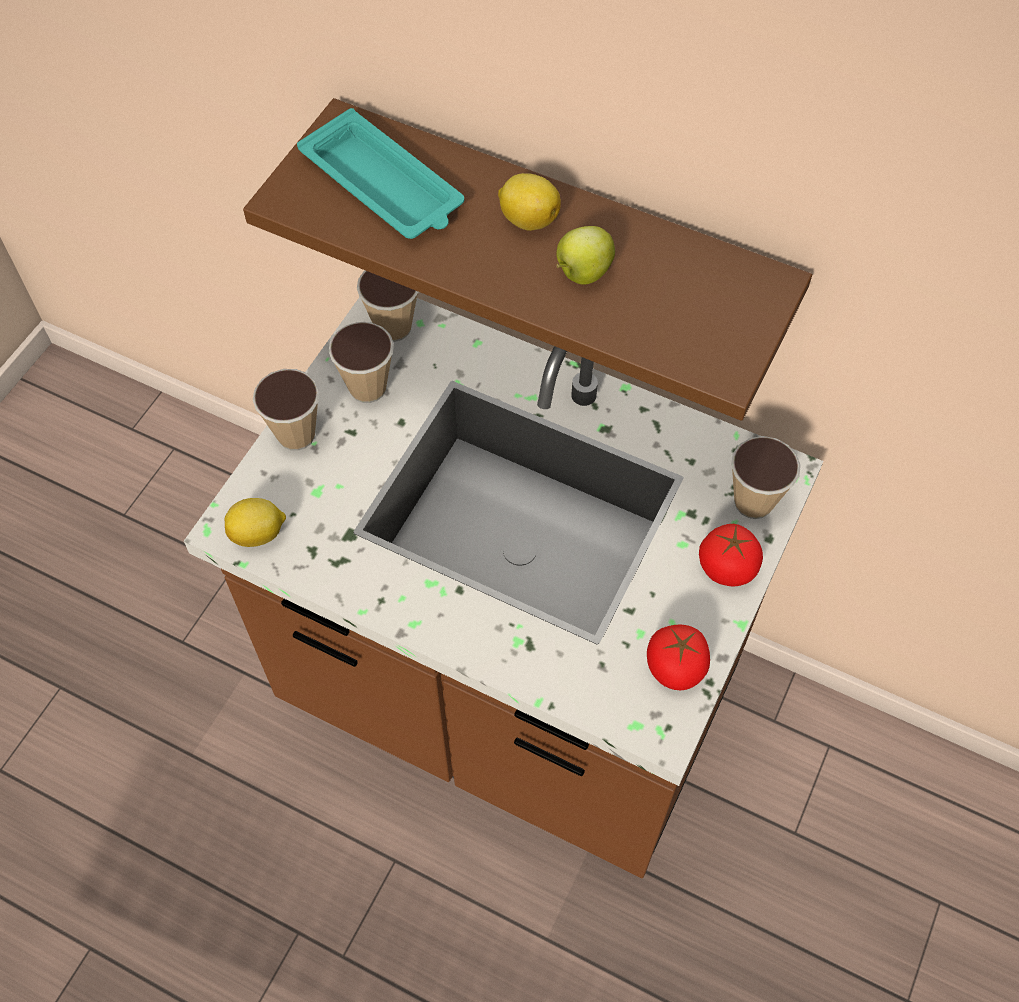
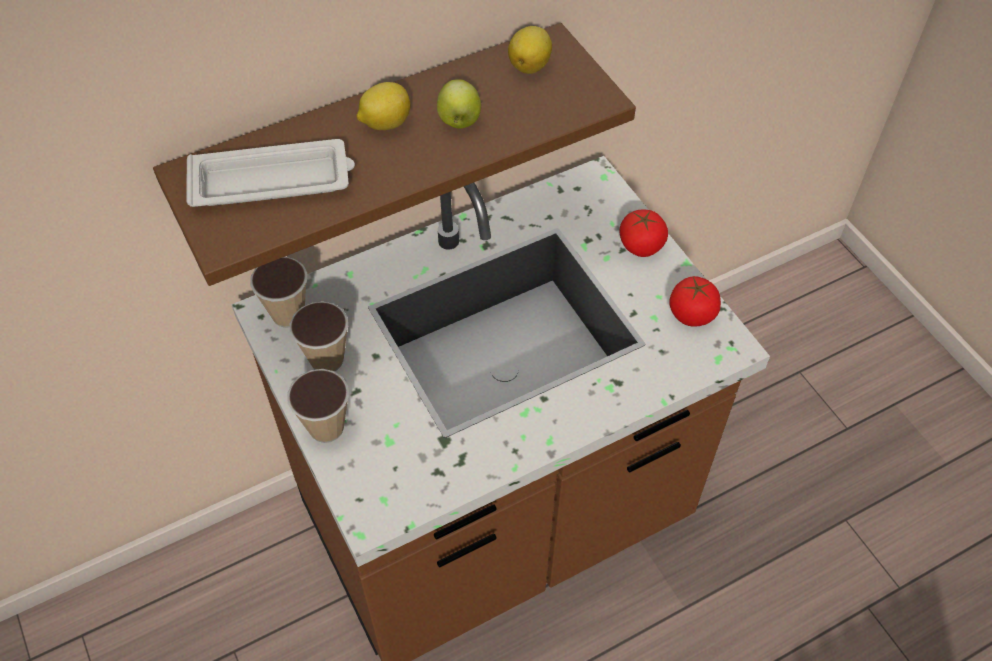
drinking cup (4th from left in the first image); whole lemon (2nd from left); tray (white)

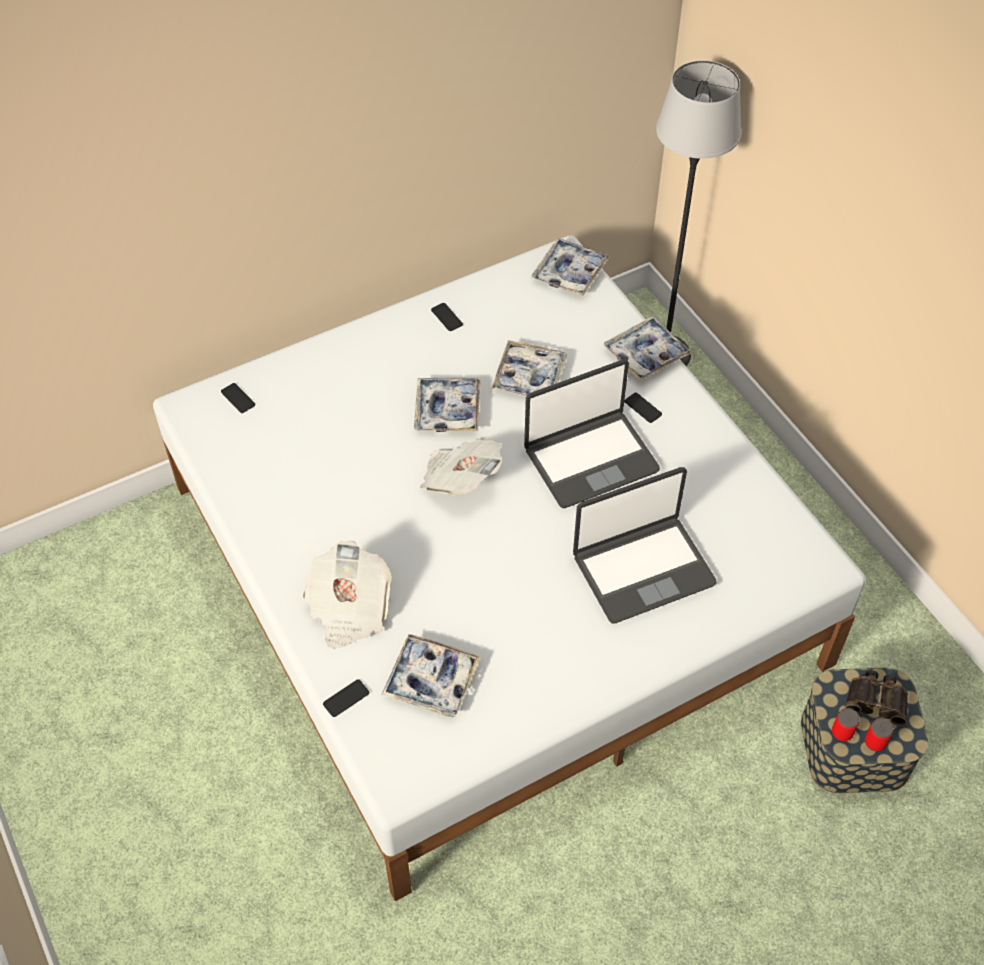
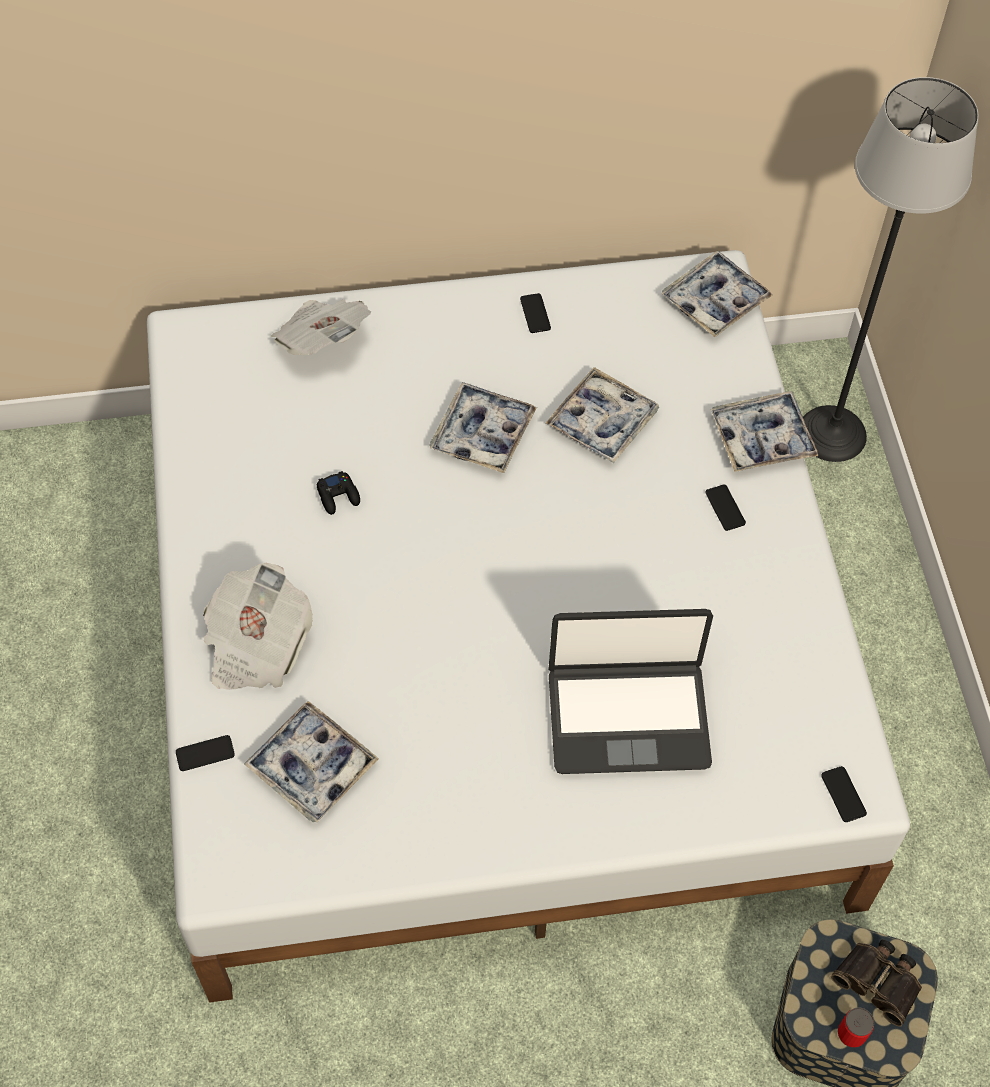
laptop (1st from left in the first image); metal can (1st from left in the first image); gamepad (black); telephone (4th from left); printed paper (2nd from left)

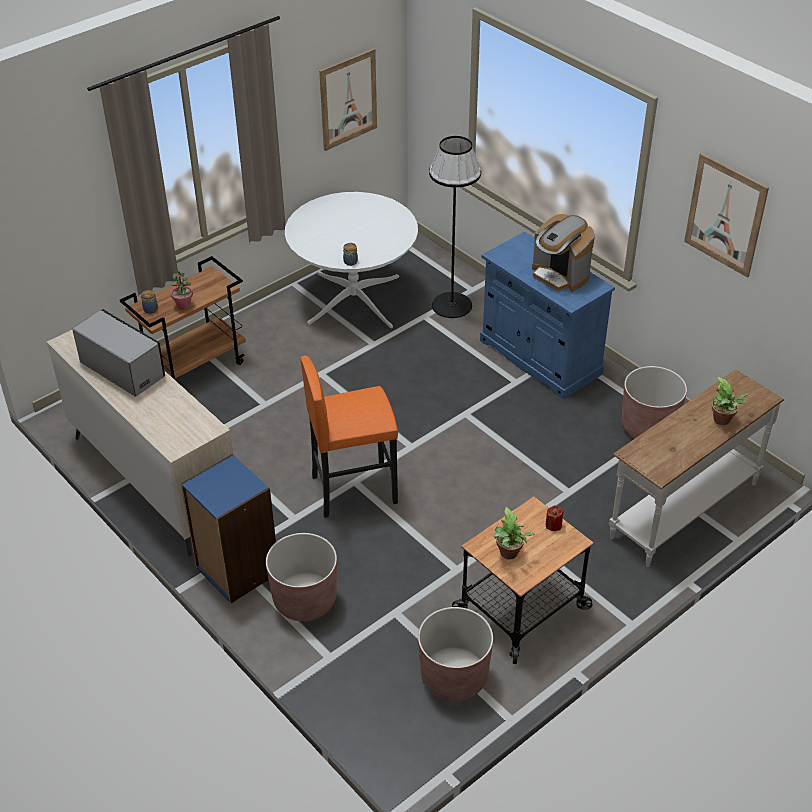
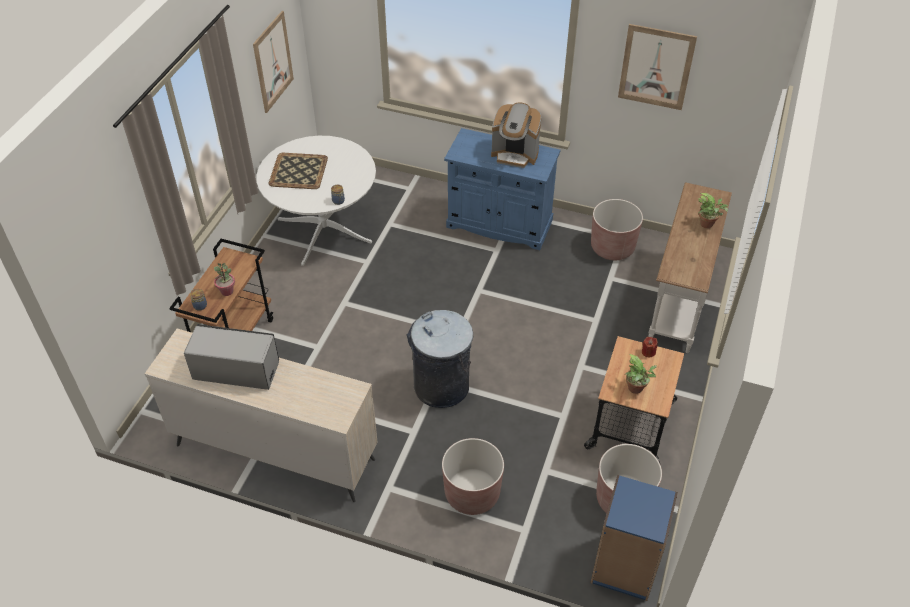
floor lamp (black); tray; bookshelf (blue); trash can (grey)

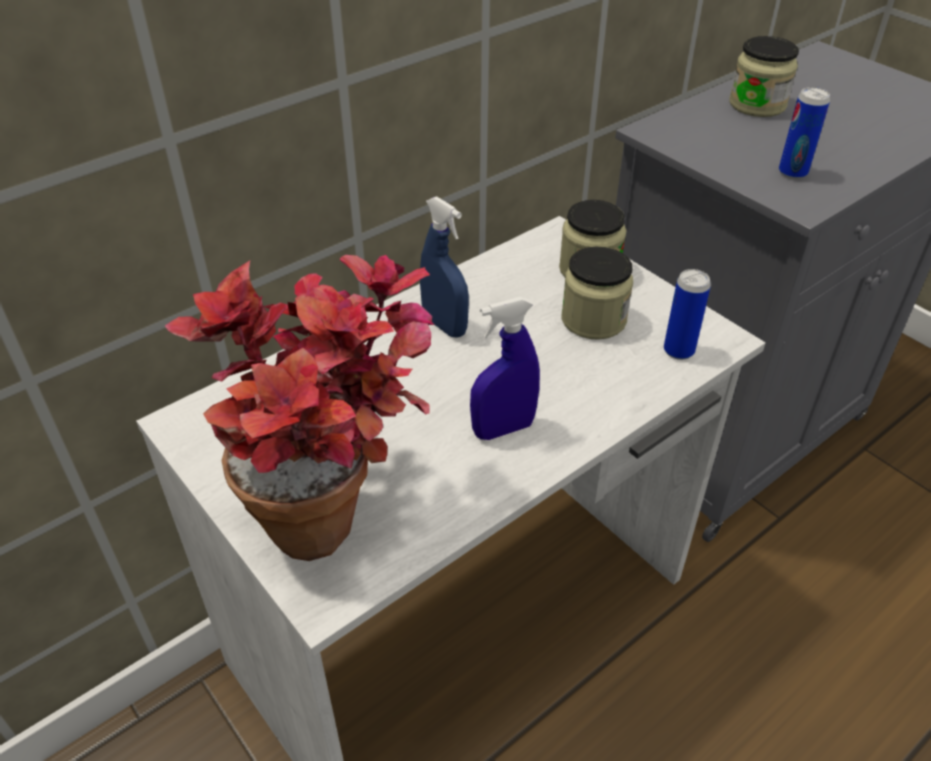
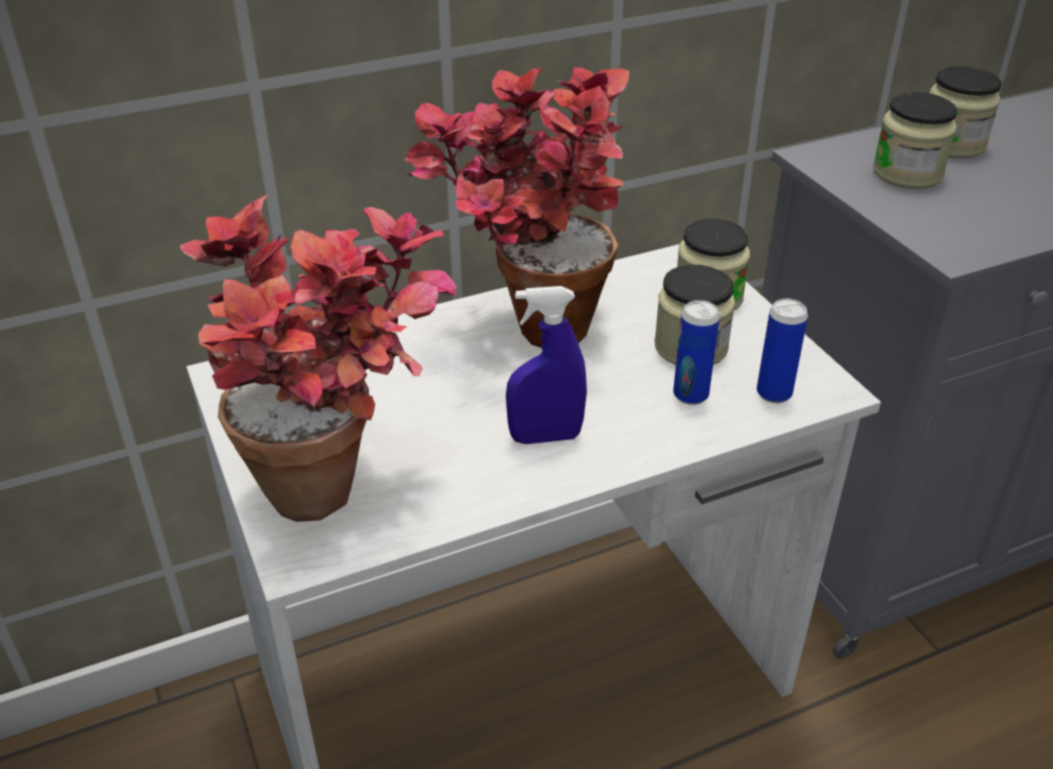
jar (3rd from left); metal can (1st from left); plant in a pot (2nd from left)

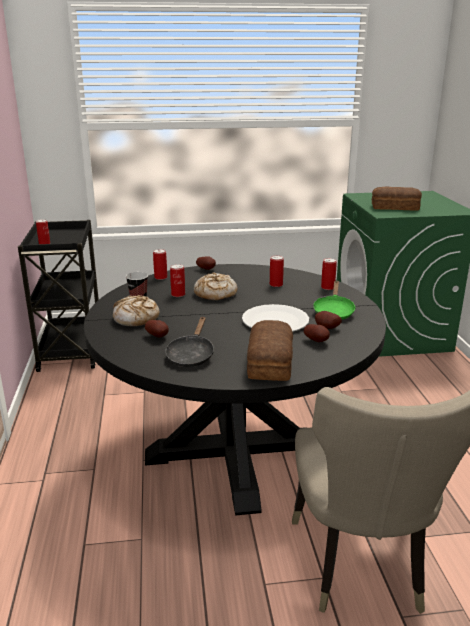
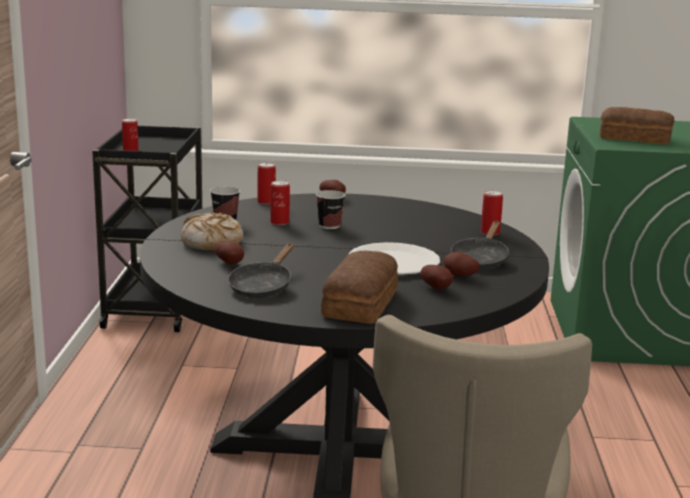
metal can (4th from left in the first image); drinking cup (2nd from left); pan (black) (2nd from left)

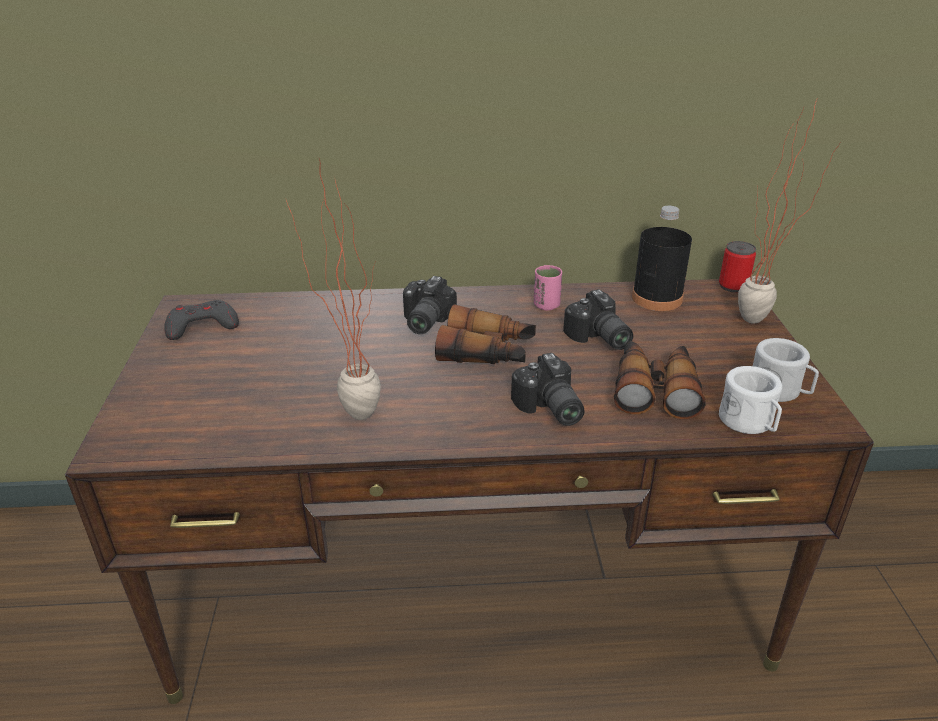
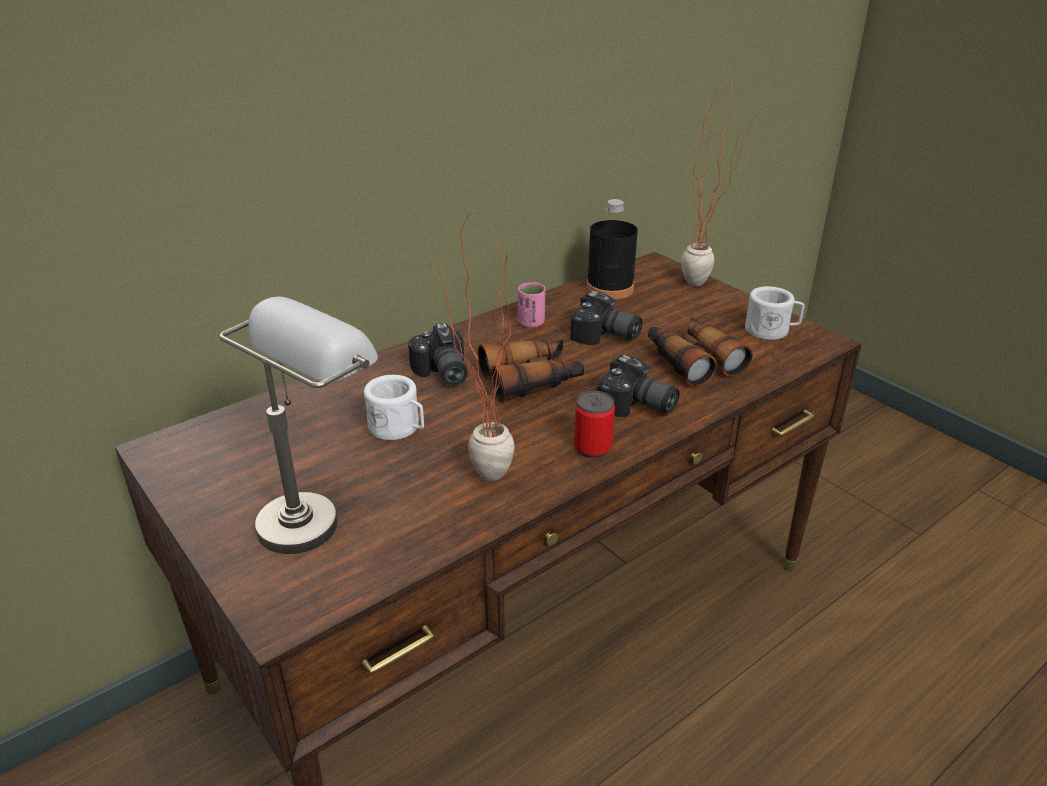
gamepad (grey); lamp for a table (grey); metal can; mug (white) (1st from left)

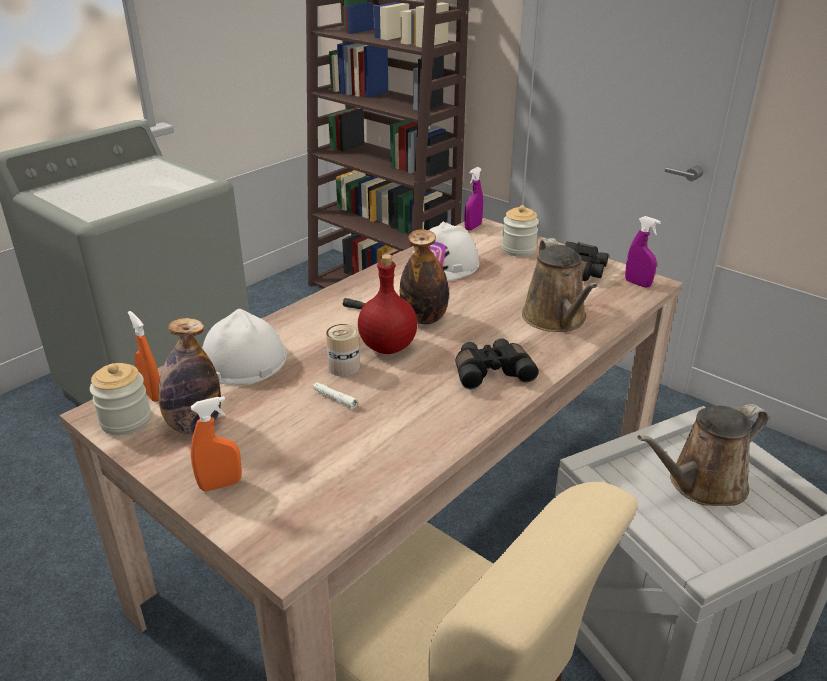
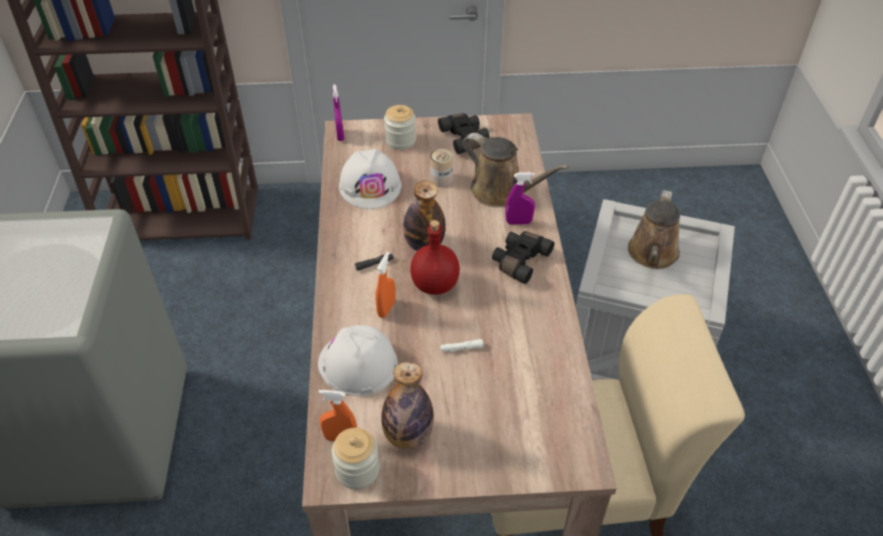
hand sprayer (orangey) (2nd from left); metal can; hand sprayer (purple-coloured) (2nd from left)

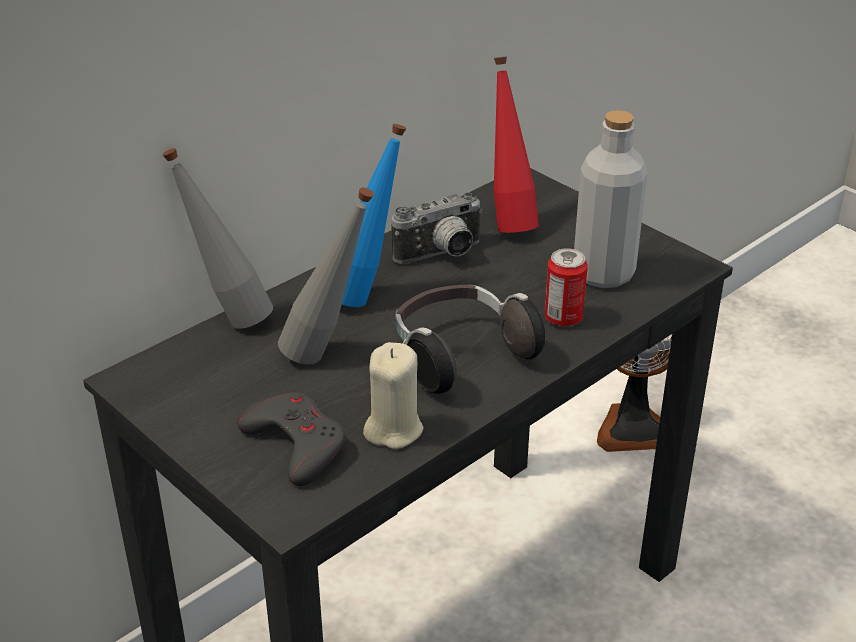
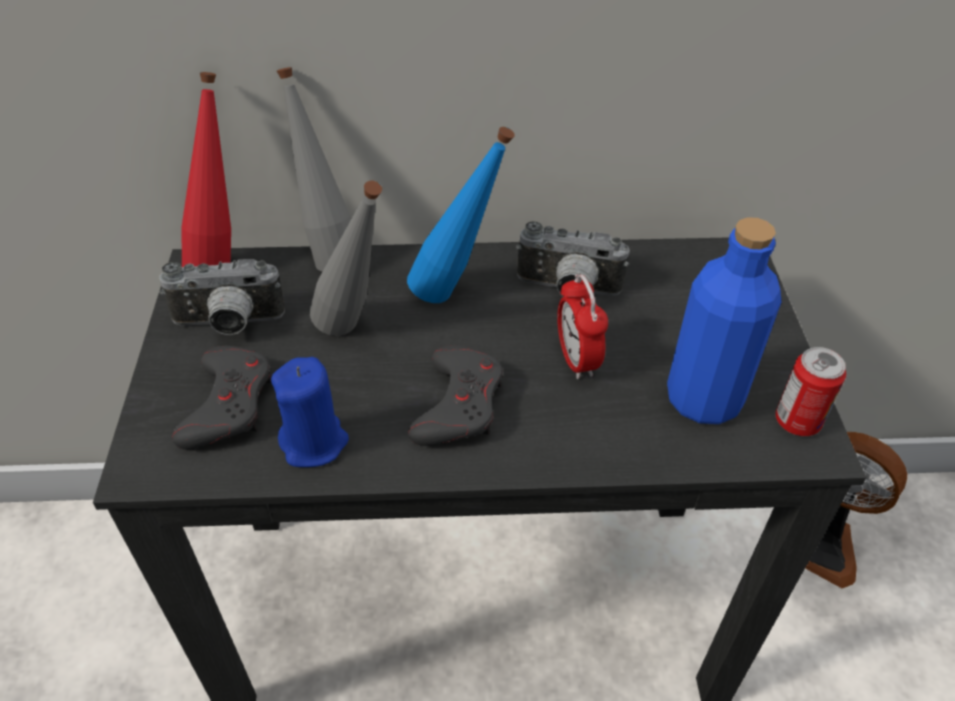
photo camera (1st from left); table clock; beverage bottle (red); metal can; gamepad (grey) (2nd from left); wax light (blue); beverage bottle (blue) (2nd from left)

